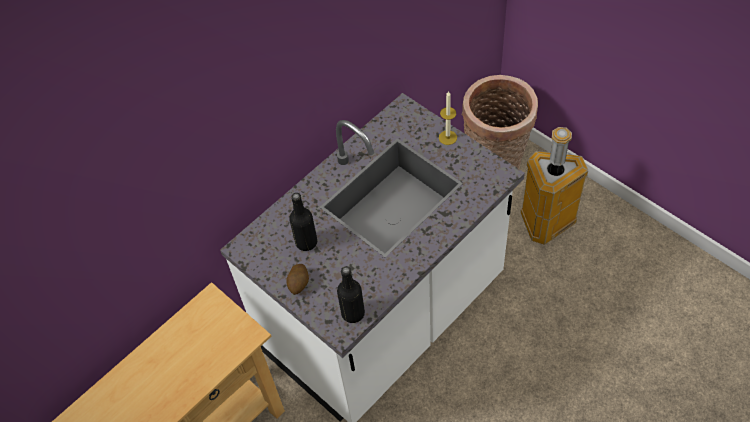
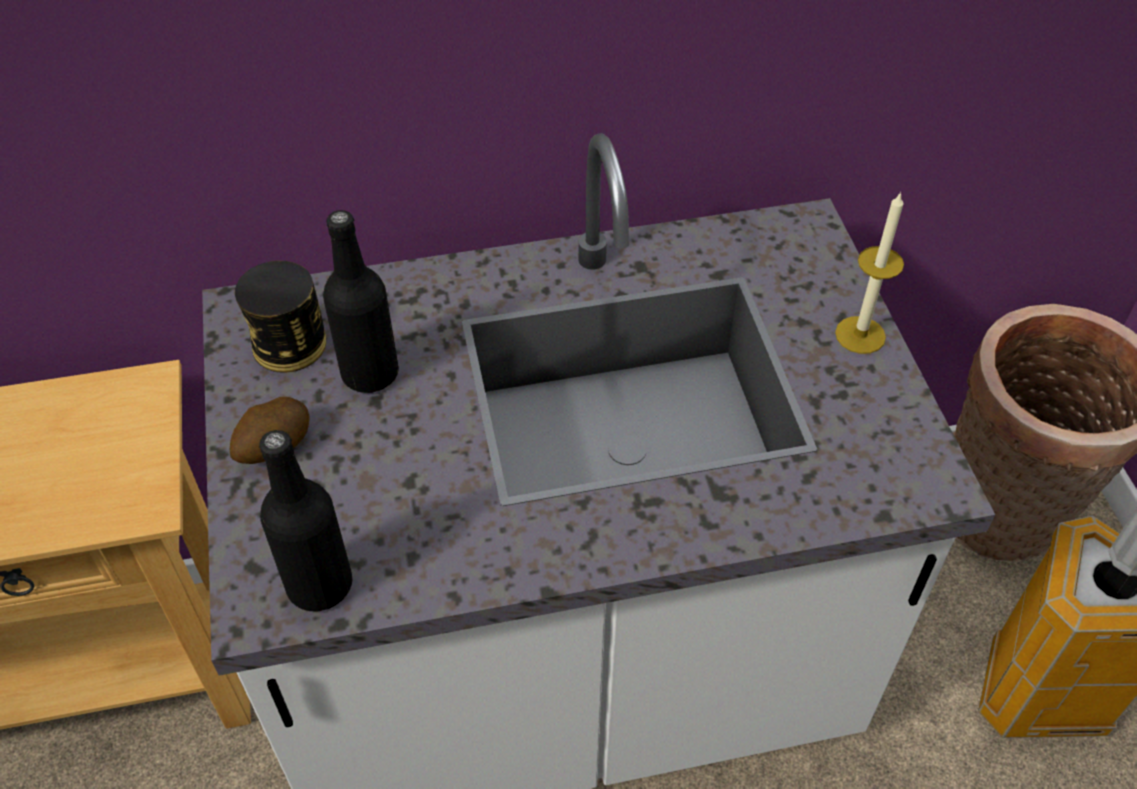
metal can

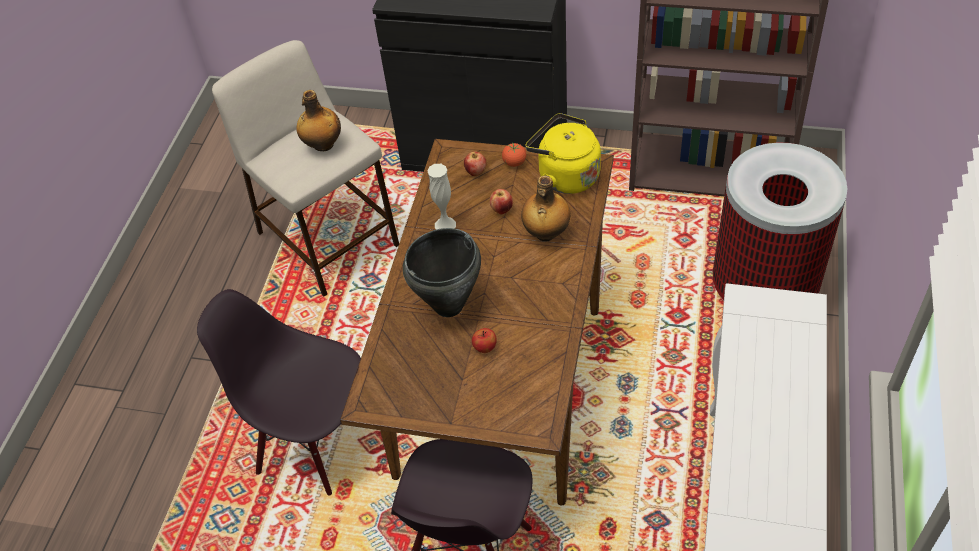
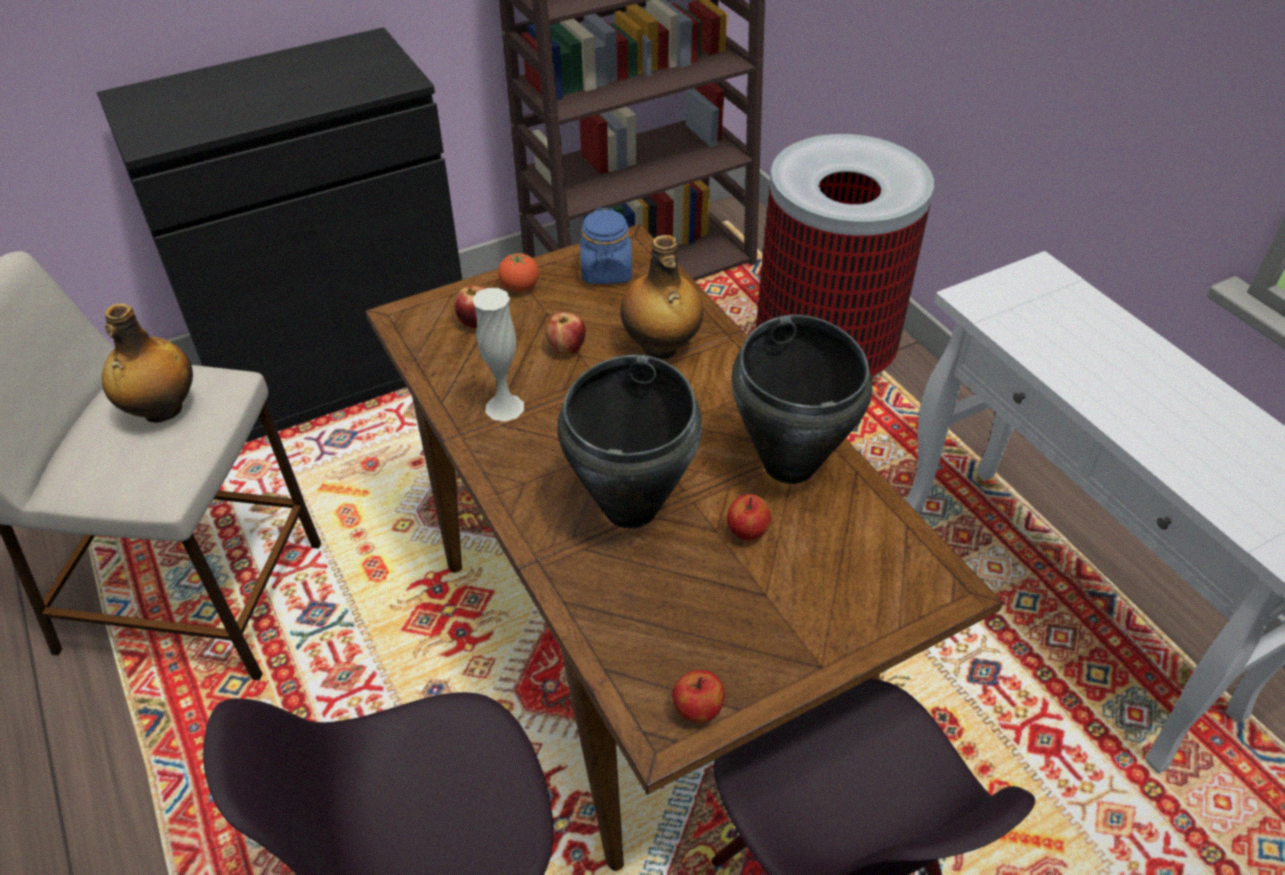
apple (3rd from left); cooking pot (black) (2nd from left); jar (blue)

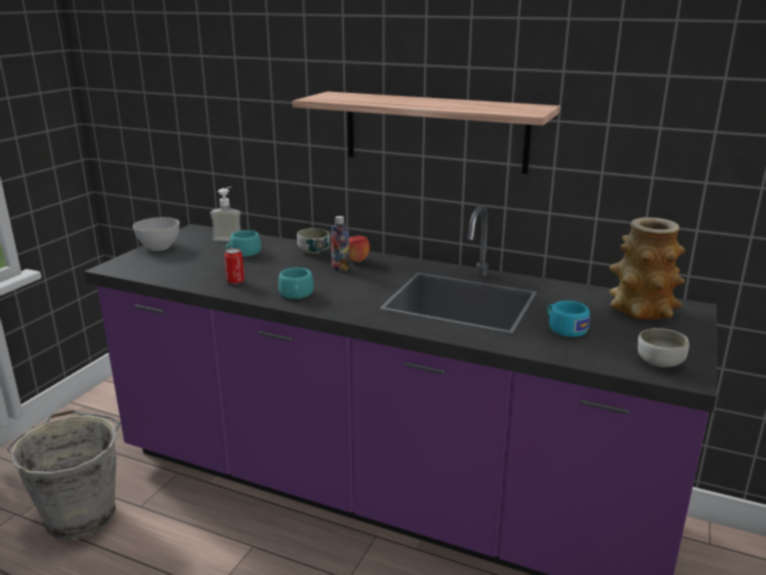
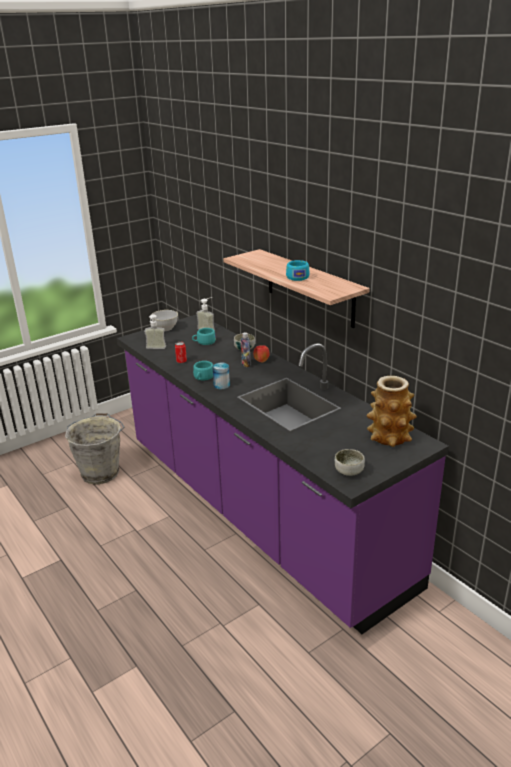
soap dispenser (1st from left); metal can (2nd from left); drinking cup (turquoise-coloured) (3rd from left)

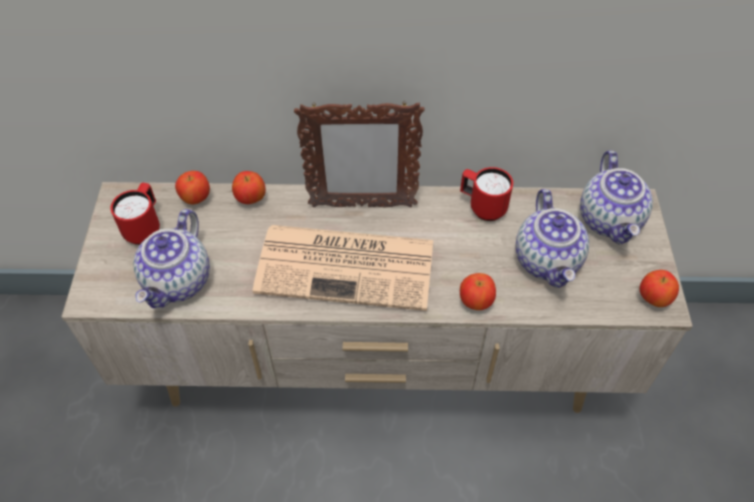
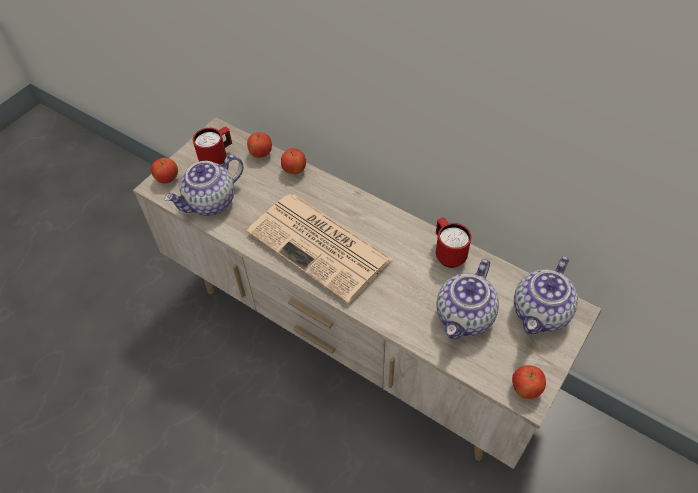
picture frame; apple (1st from left)

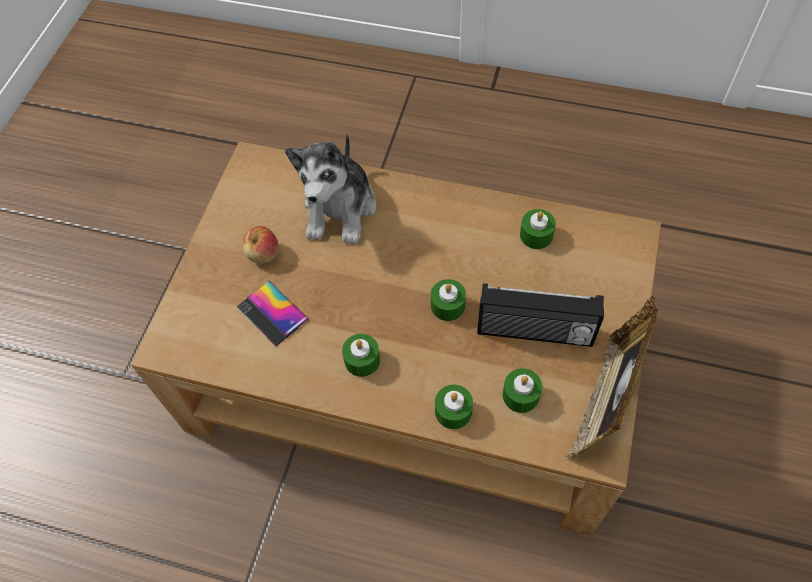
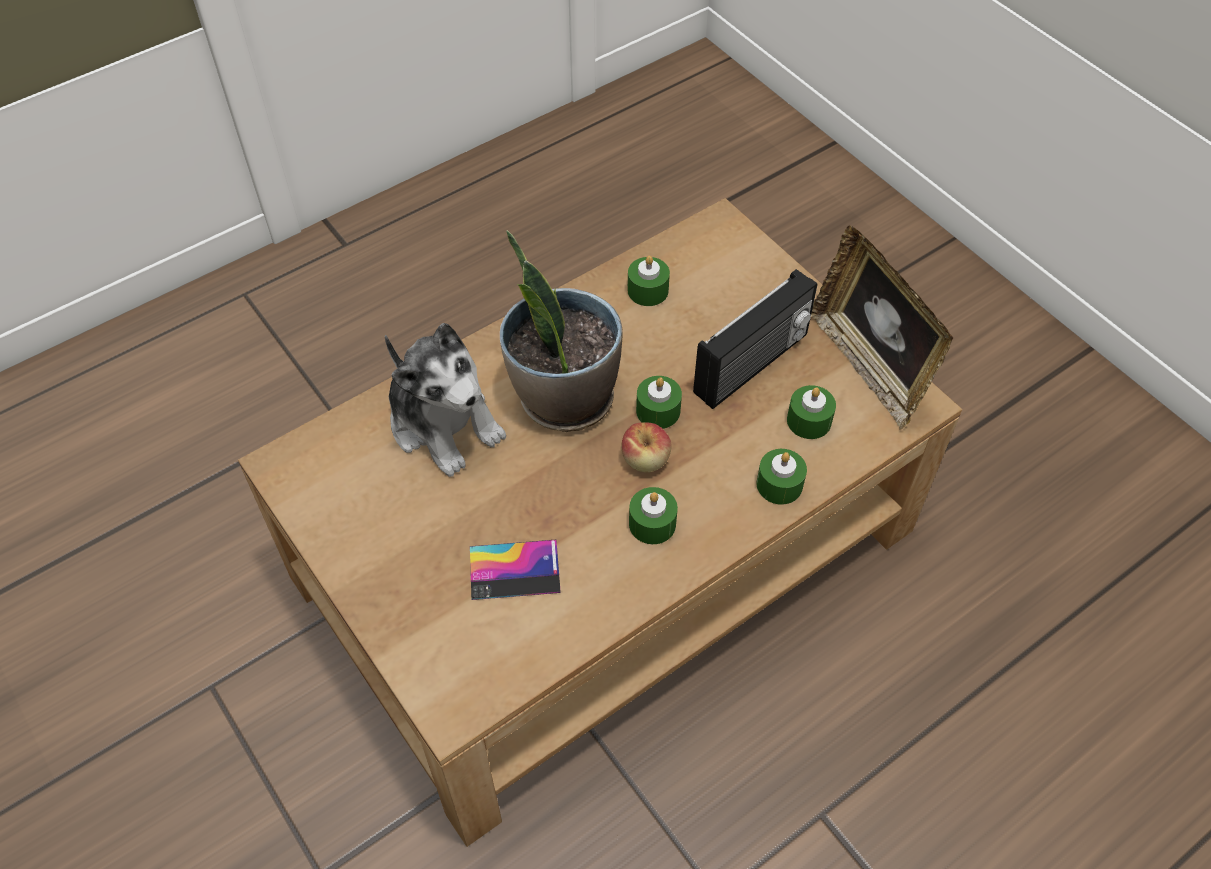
plant in a pot; apple

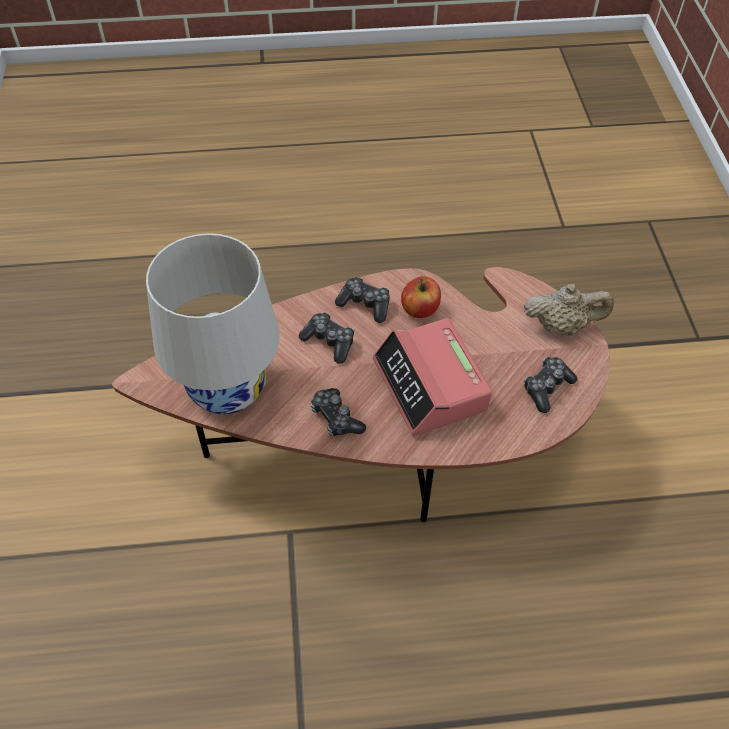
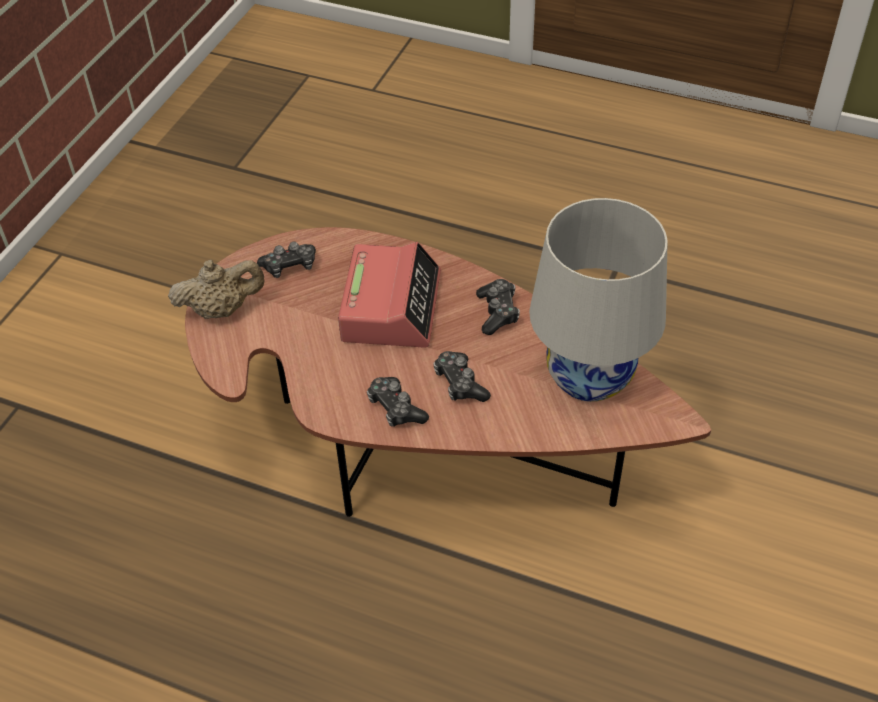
apple; tea pot (beige-coloured)

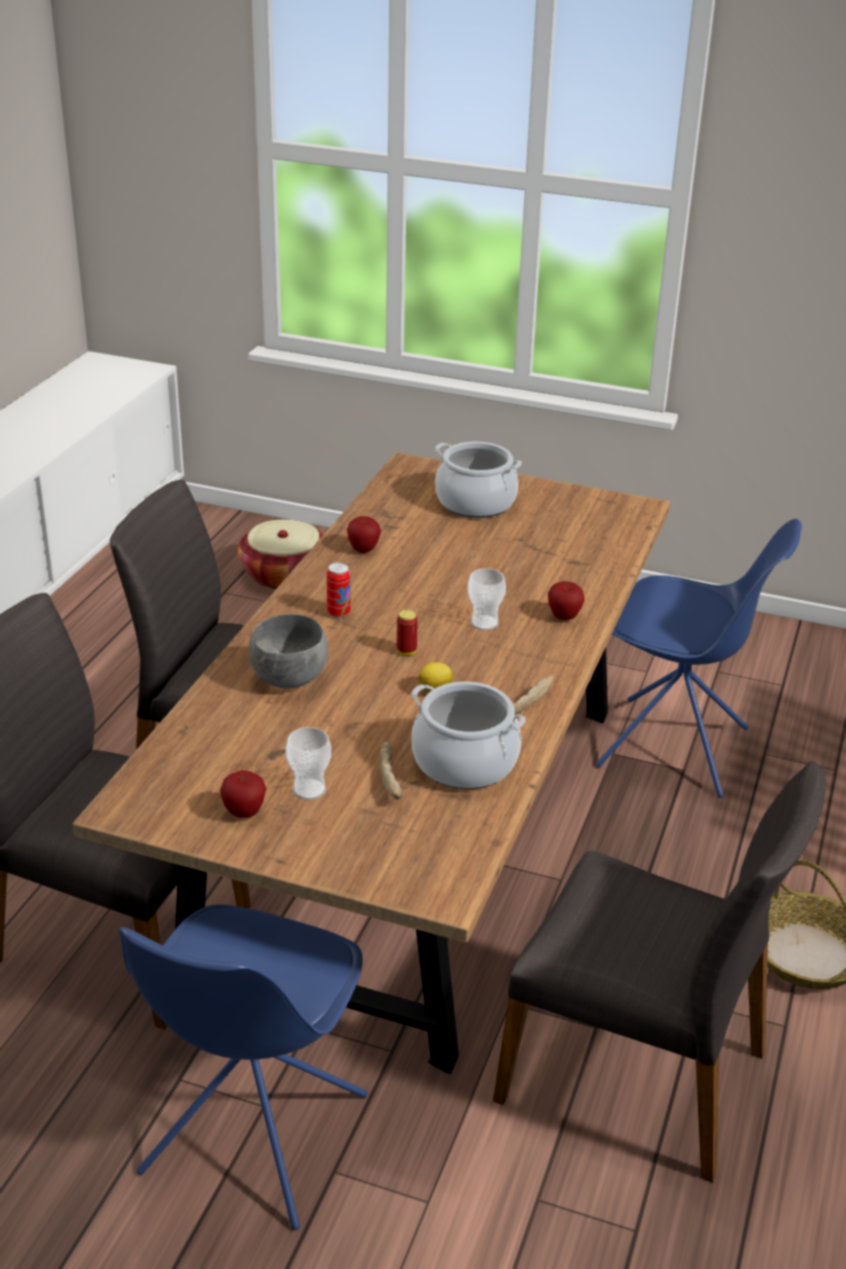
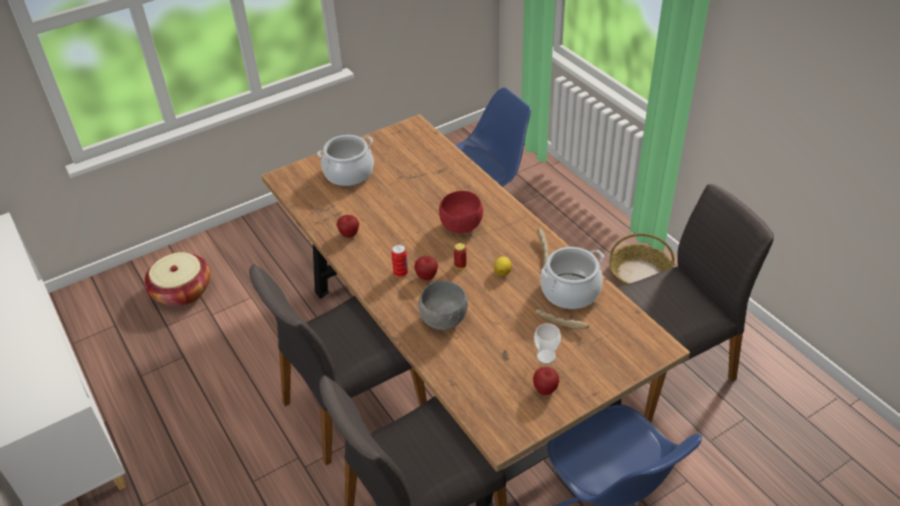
apple (2nd from left); serving bowl (red)

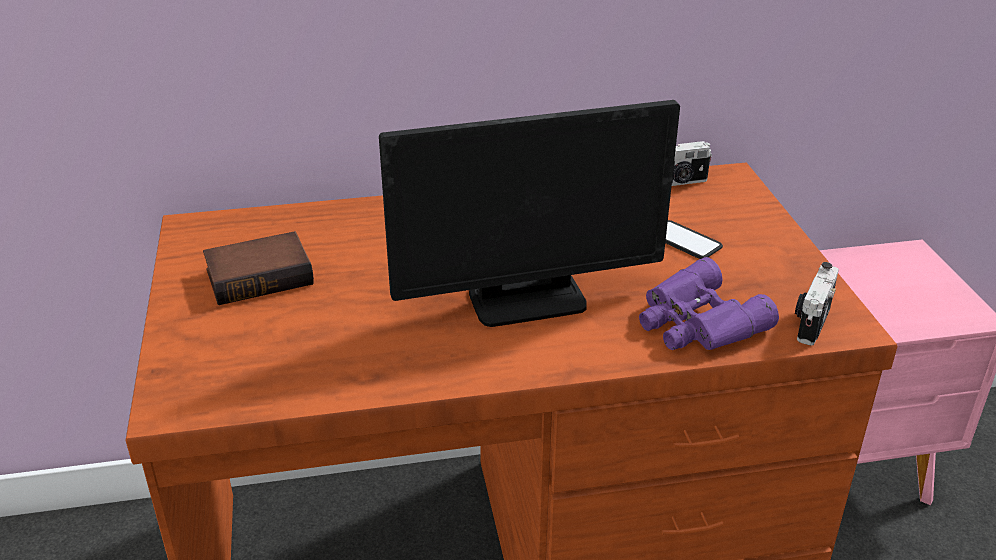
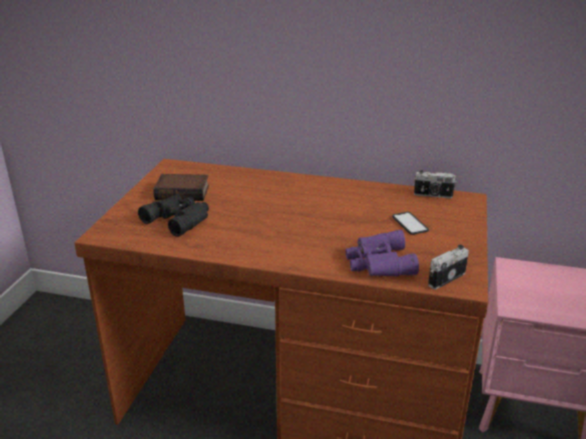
monitor; binoculars (black)

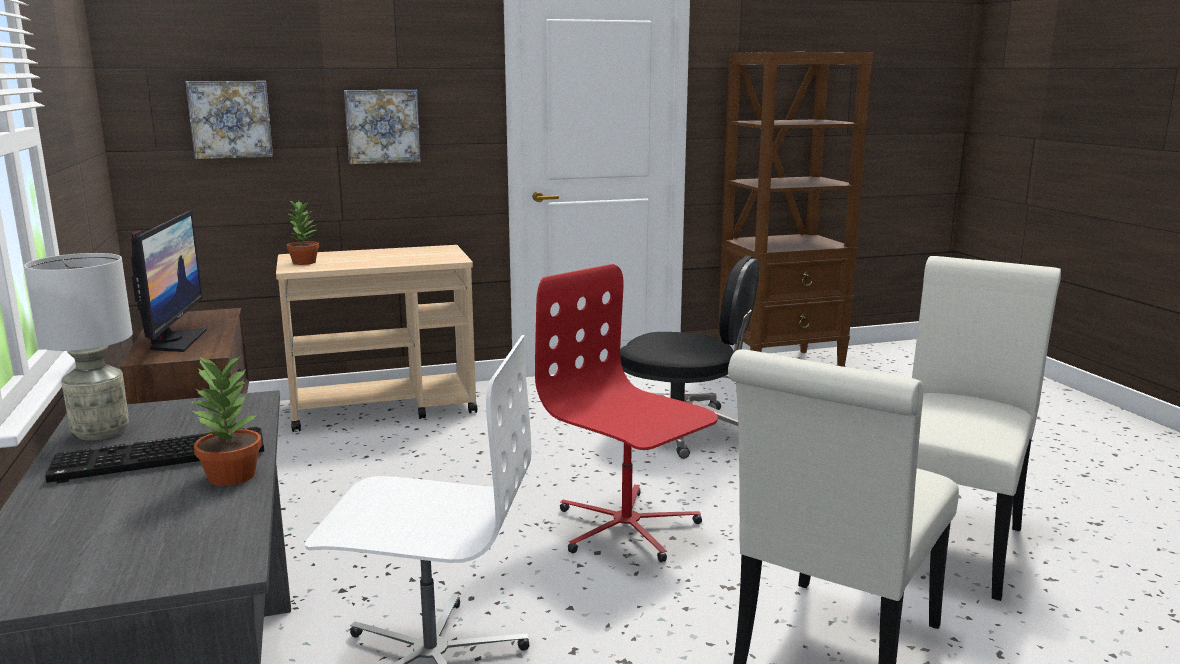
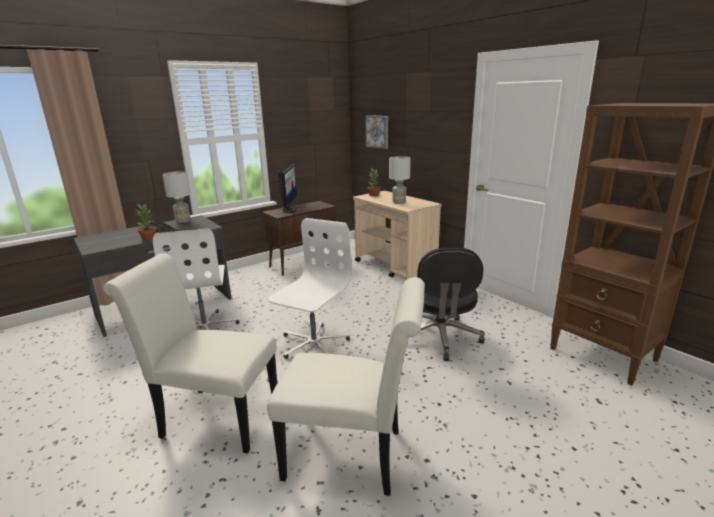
wall art (2nd from left in the first image); lamp for a table (grey) (2nd from left); computer chair (white) (2nd from left); monitor

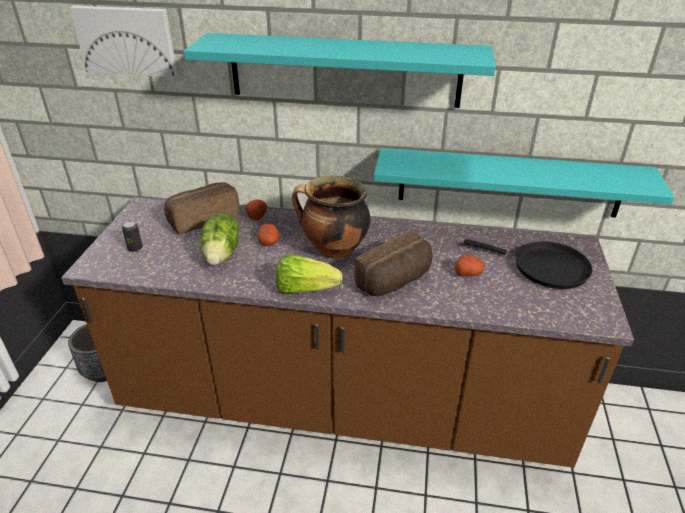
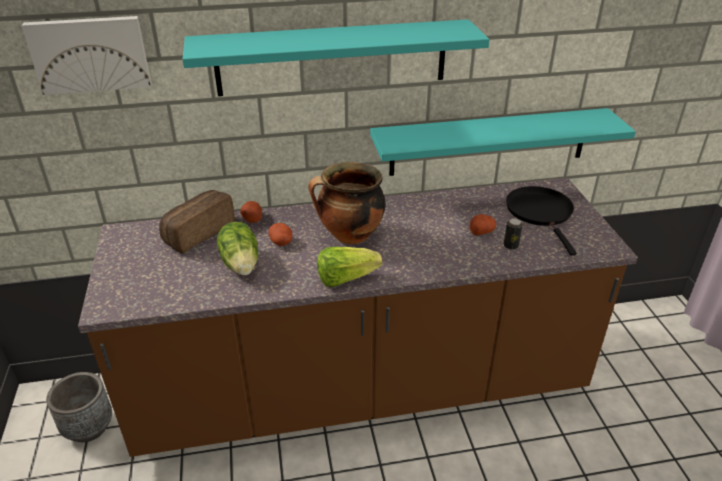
bakery bread (2nd from left in the first image); metal can; pan (black)

